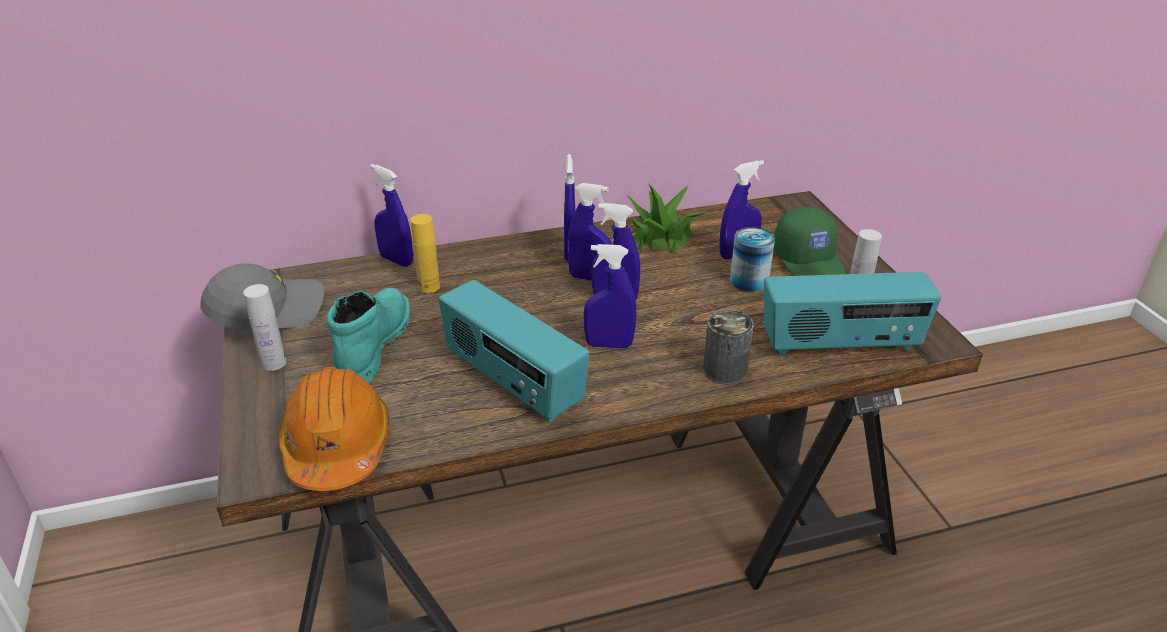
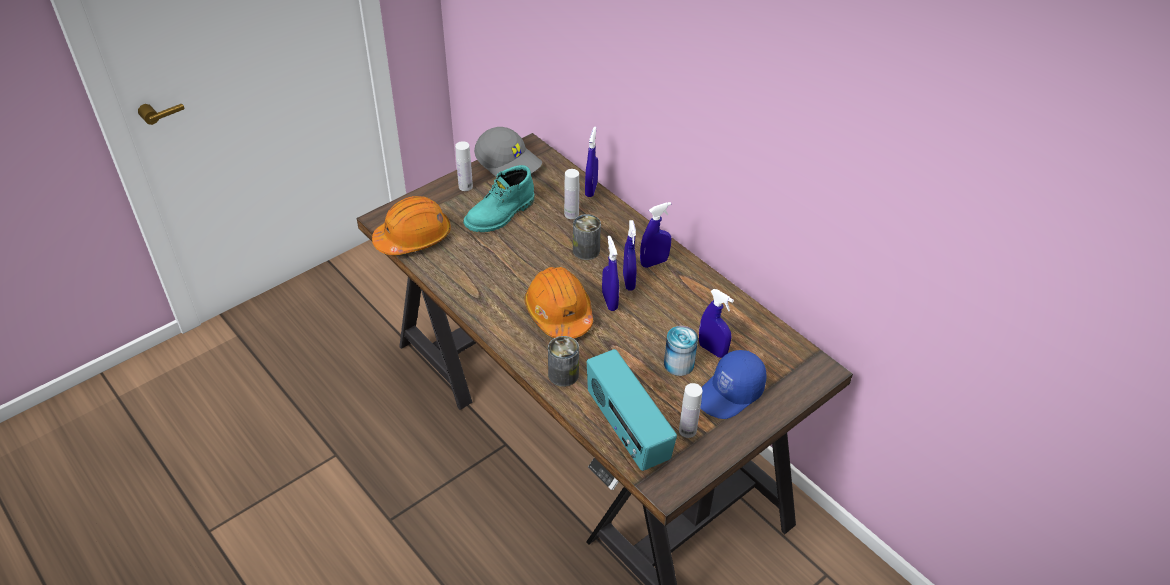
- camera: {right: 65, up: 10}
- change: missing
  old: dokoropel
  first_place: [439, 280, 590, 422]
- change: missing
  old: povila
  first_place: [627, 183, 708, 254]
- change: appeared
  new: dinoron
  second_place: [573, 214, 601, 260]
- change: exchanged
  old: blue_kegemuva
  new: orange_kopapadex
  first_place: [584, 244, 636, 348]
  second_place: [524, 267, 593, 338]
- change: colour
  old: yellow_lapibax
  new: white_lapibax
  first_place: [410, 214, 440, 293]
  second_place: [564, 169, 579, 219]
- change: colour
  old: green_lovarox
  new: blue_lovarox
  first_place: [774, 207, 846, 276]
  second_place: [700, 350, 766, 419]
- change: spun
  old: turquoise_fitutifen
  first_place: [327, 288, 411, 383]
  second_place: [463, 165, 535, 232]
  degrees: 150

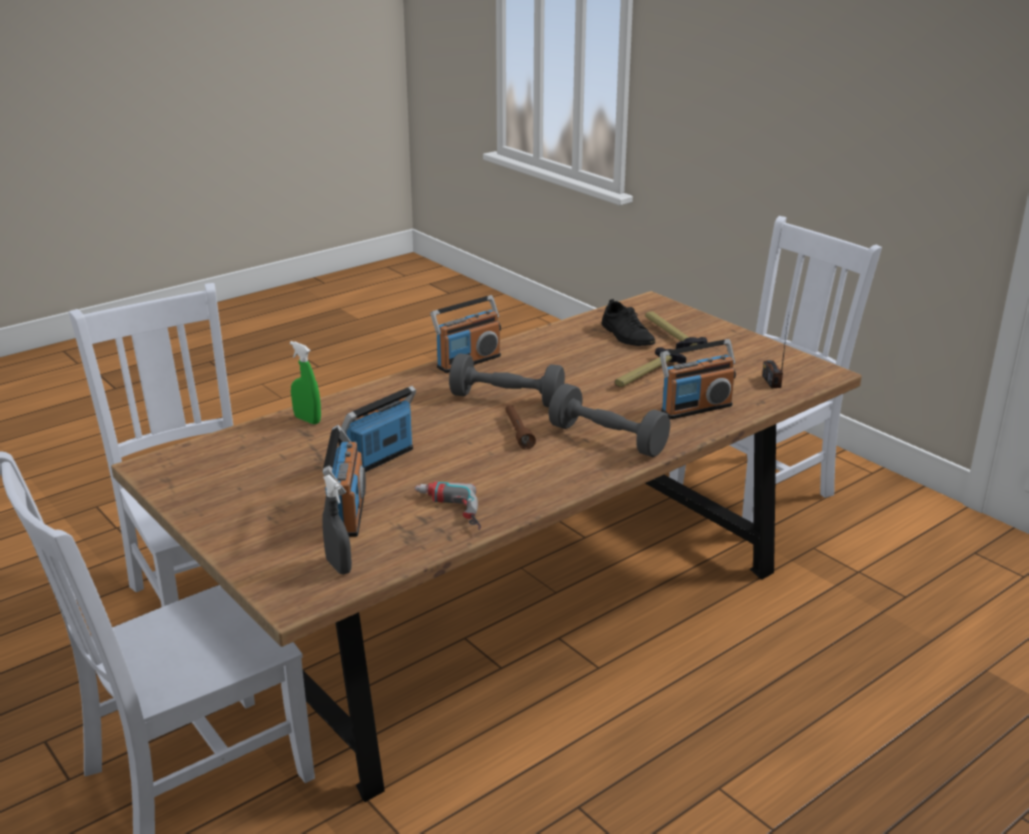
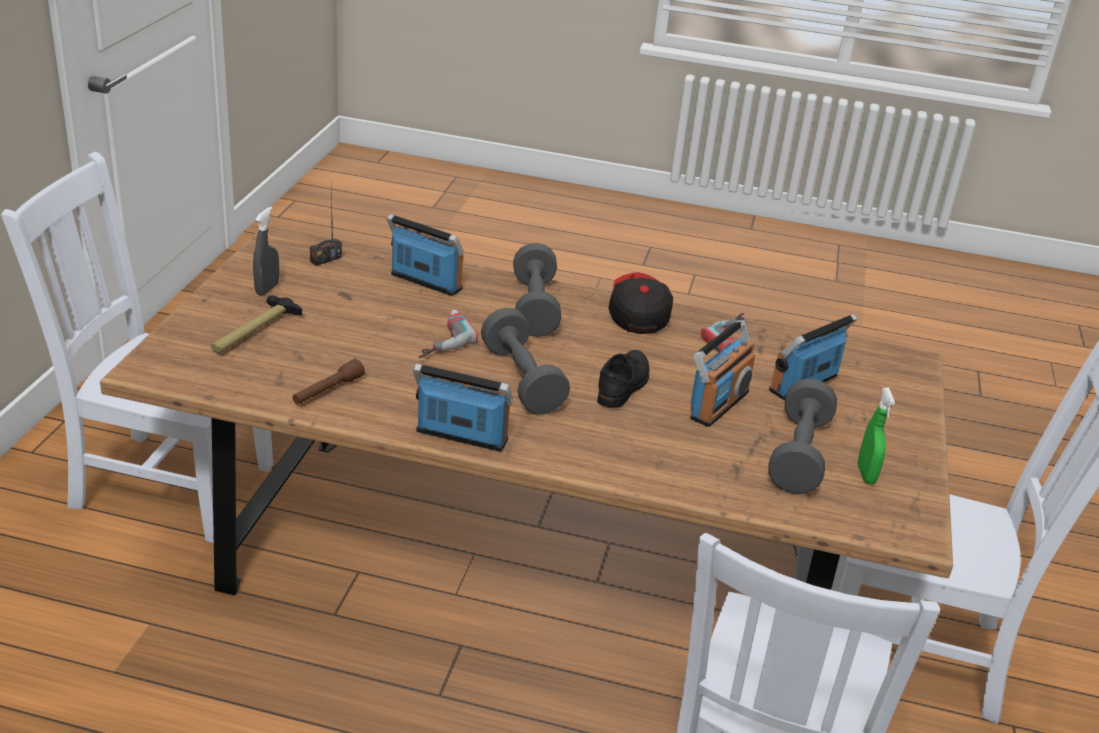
- camera: {right: -130, up: 5}
- change: missing
  old: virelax
  first_place: [615, 347, 686, 387]
- change: appeared
  new: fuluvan
  second_place: [419, 310, 478, 358]
- change: appeared
  new: lovarox
  second_place: [608, 272, 673, 334]
- change: appeared
  new: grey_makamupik
  second_place: [768, 379, 837, 494]
- change: relocated
  old: green_kegemuva
  first_place: [290, 341, 321, 424]
  second_place: [858, 388, 895, 484]
- change: relocated
  old: grey_kegemuva
  first_place: [322, 475, 352, 575]
  second_place: [253, 207, 279, 296]
- change: relocated
  old: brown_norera
  first_place: [505, 405, 536, 449]
  second_place: [292, 359, 365, 404]
- change: relocated
  old: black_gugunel
  first_place: [602, 299, 655, 346]
  second_place: [597, 350, 649, 408]
- change: spun
  old: dokoropel
  first_place: [338, 386, 416, 472]
  second_place: [690, 320, 755, 427]
  degrees: -60

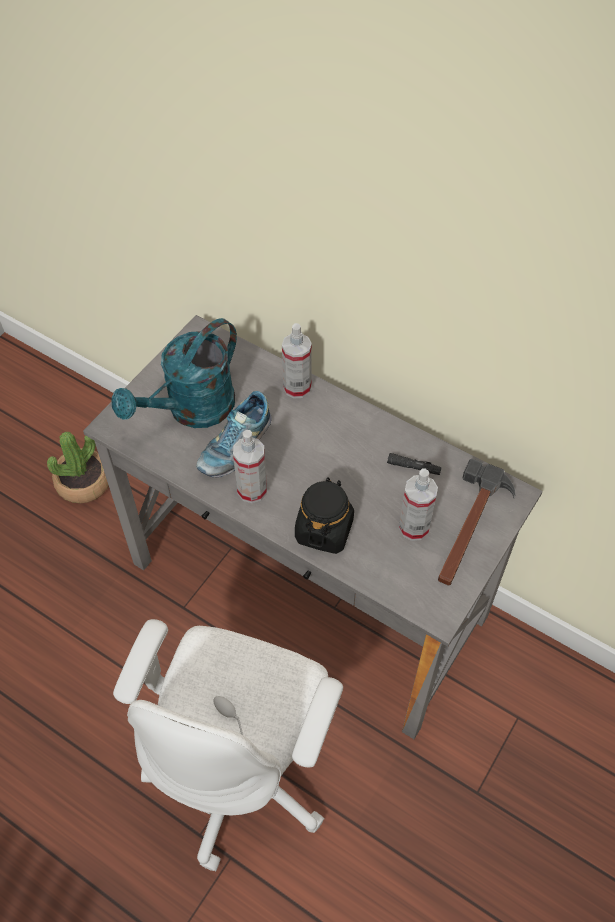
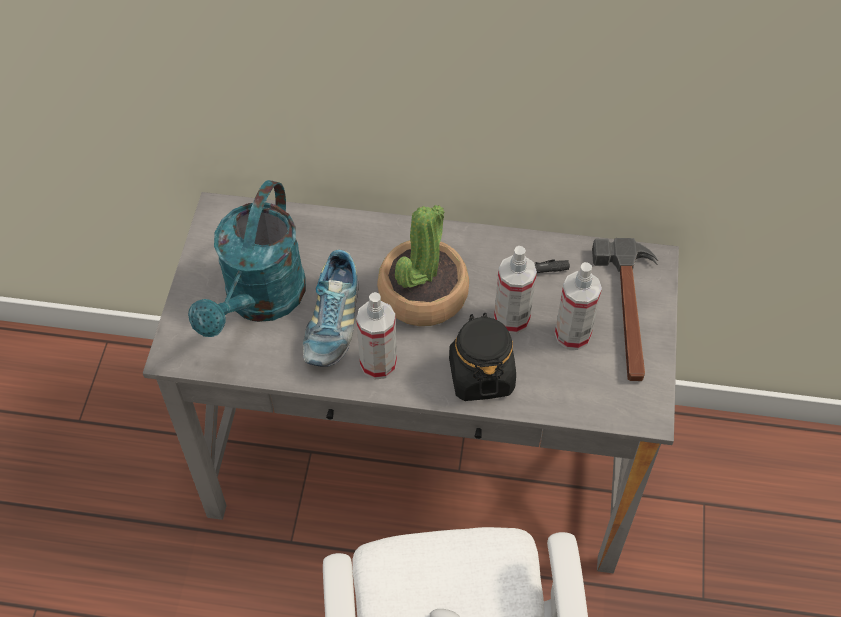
- camera: {right: -25, up: 0}
- change: relocated
  old: povila
  first_place: [47, 432, 109, 503]
  second_place: [377, 205, 469, 326]
- change: relocated
  old: kegemuva
  first_place: [282, 323, 312, 399]
  second_place: [494, 246, 537, 334]

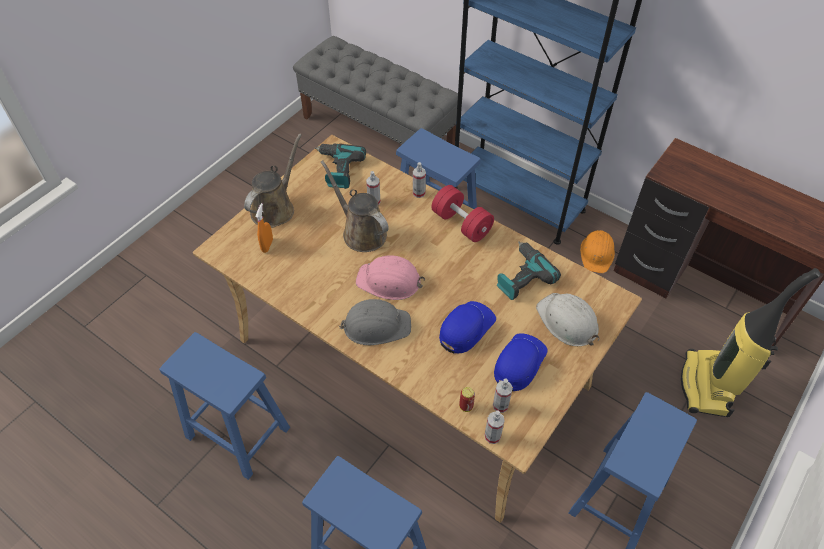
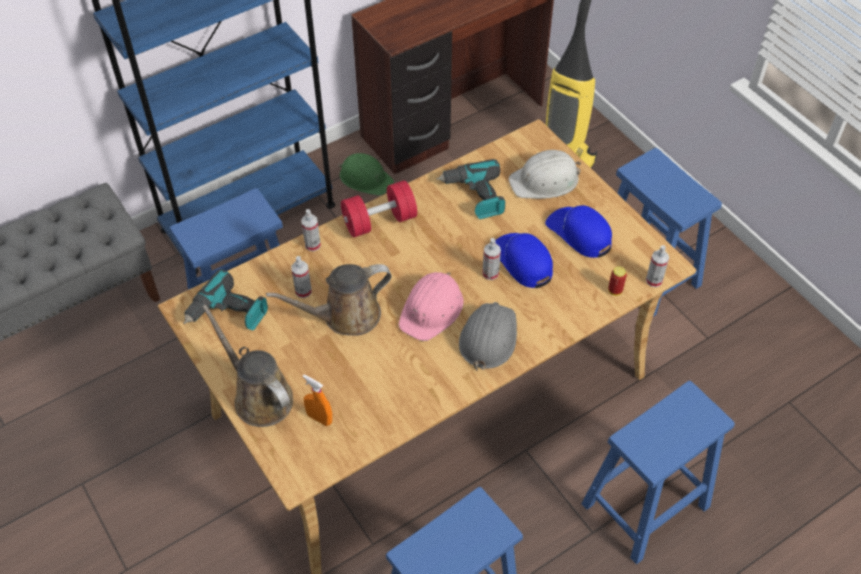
- camera: {right: -70, up: 0}
- change: relocated
  old: kegemuva
  first_place: [493, 379, 513, 413]
  second_place: [482, 238, 501, 280]
- change: colour
  old: orange_kopapadex
  new: green_kopapadex
  first_place: [580, 230, 615, 273]
  second_place: [338, 153, 394, 196]

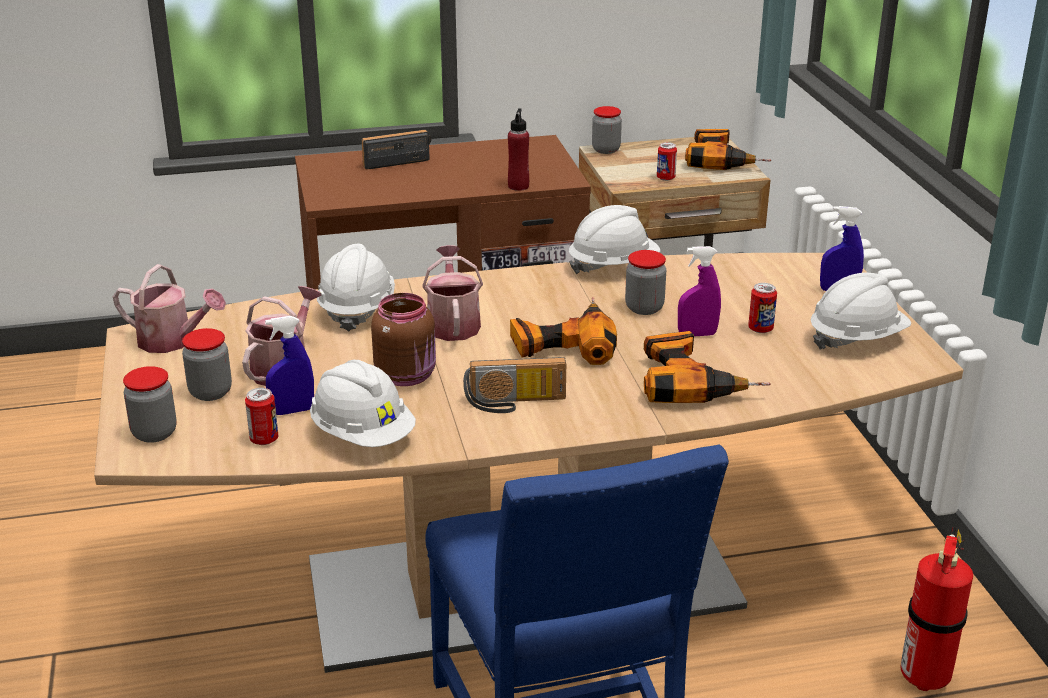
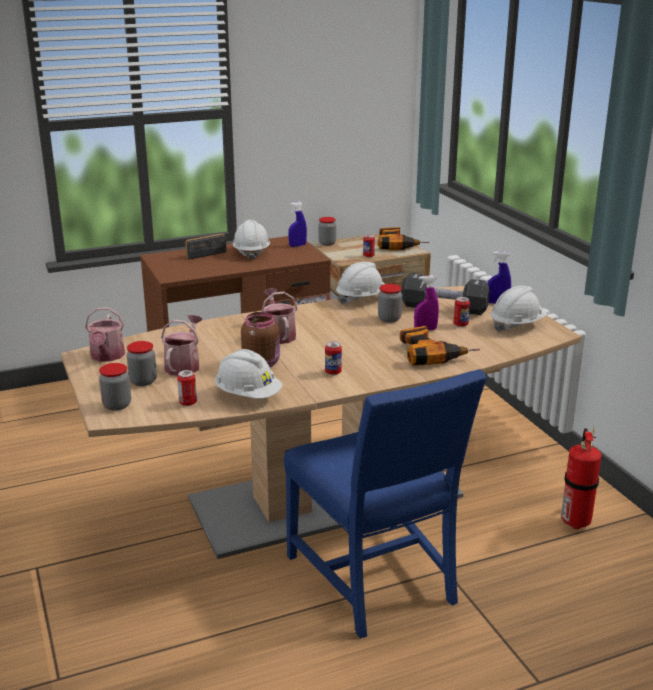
- camera: {right: -10, up: -5}
- change: missing
  old: red_lapibax
  first_place: [508, 108, 529, 191]
- change: missing
  old: fuluvan
  first_place: [510, 297, 617, 365]
- change: appeared
  new: black_makamupik
  second_place: [401, 273, 490, 315]
- change: relocated
  old: blue_kegemuva
  first_place: [265, 316, 314, 415]
  second_place: [288, 202, 307, 247]
- change: relocated
  old: white_kopapadex
  first_place: [317, 243, 395, 332]
  second_place: [232, 220, 270, 260]
- change: exchanged
  old: dokoropel
  new: dinoron
  first_place: [463, 357, 566, 413]
  second_place: [325, 341, 342, 375]
- change: spun
  old: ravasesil
  first_place: [113, 264, 226, 353]
  second_place: [85, 307, 125, 362]
  degrees: 75

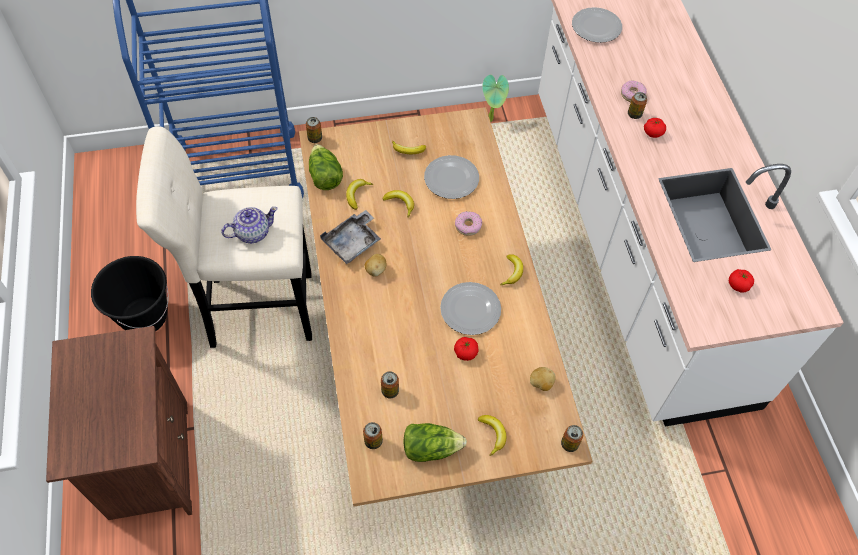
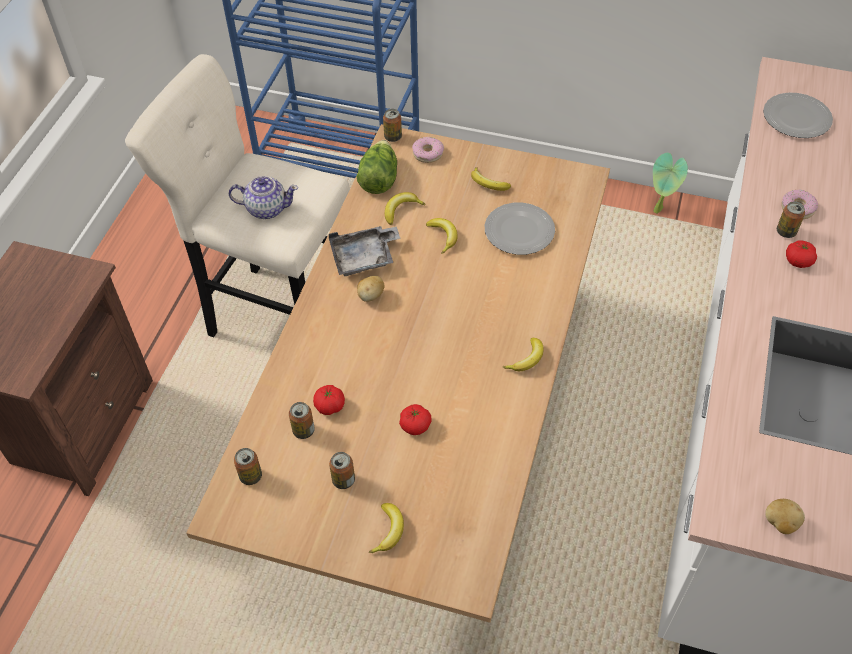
- camera: {right: 30, up: -5}
- change: missing
  old: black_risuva
  first_place: [91, 256, 169, 332]
- change: missing
  old: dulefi
  first_place: [403, 423, 467, 462]
- change: missing
  old: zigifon
  first_place: [440, 282, 501, 335]
- change: relocated
  old: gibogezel
  first_place: [455, 211, 482, 236]
  second_place: [412, 137, 444, 163]
- change: relocated
  old: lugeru
  first_place: [530, 367, 556, 391]
  second_place: [765, 499, 805, 534]
- change: relocated
  old: dinoron
  first_place: [561, 425, 583, 452]
  second_place: [329, 452, 355, 489]
- change: relocated
  old: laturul
  first_place: [729, 269, 754, 293]
  second_place: [313, 385, 345, 415]

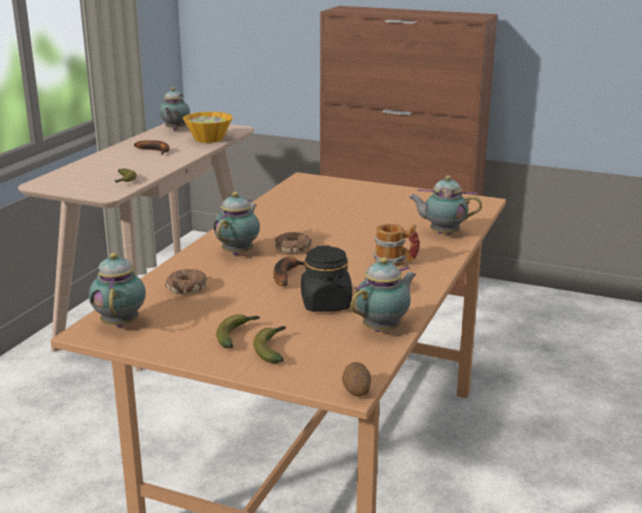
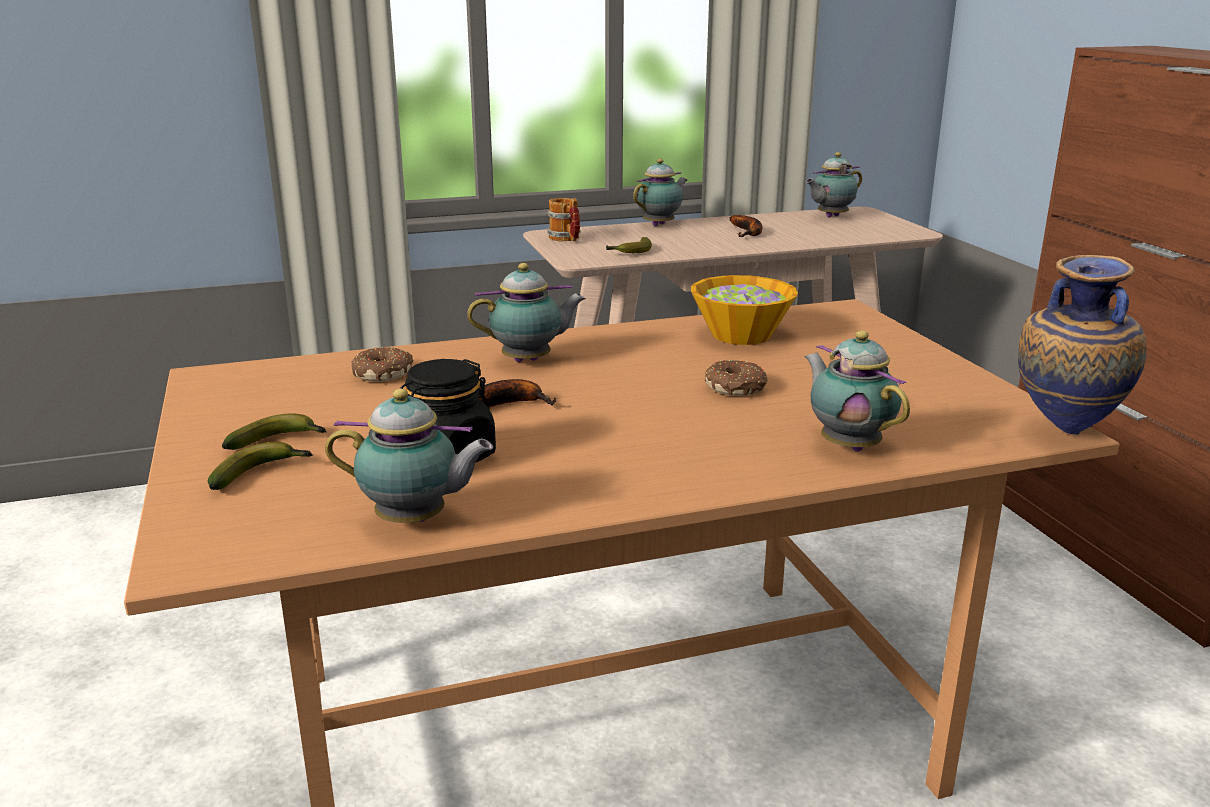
- camera: {right: 50, up: 0}
- change: missing
  old: lugeru
  first_place: [342, 362, 371, 397]
- change: appeared
  new: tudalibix
  second_place: [1018, 255, 1147, 435]
- change: relocated
  old: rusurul
  first_place: [89, 253, 146, 327]
  second_place: [633, 159, 687, 226]
- change: relocated
  old: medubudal
  first_place: [183, 112, 233, 143]
  second_place: [691, 275, 798, 345]
- change: relocated
  old: gibogezel
  first_place: [275, 232, 313, 253]
  second_place: [705, 360, 767, 396]
- change: relocated
  old: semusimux
  first_place: [373, 224, 420, 266]
  second_place: [547, 198, 581, 241]

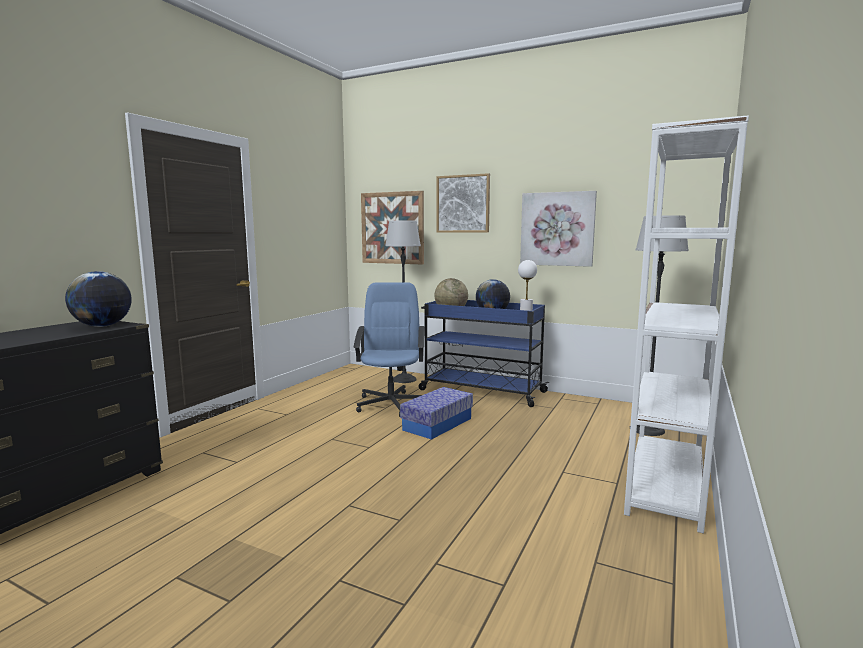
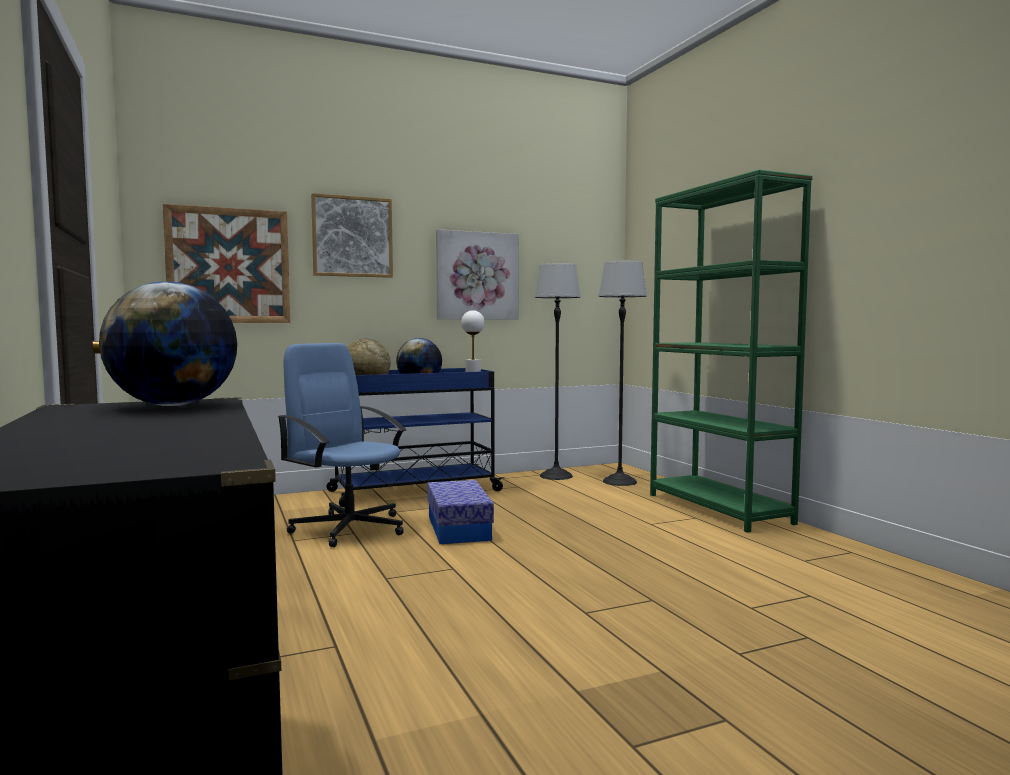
- camera: {right: -50, up: -5}
- change: relocated
  old: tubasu
  first_place: [385, 220, 421, 383]
  second_place: [534, 263, 581, 480]
- change: colour
  old: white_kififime
  new: green_kififime
  first_place: [624, 115, 749, 534]
  second_place: [650, 169, 813, 532]

